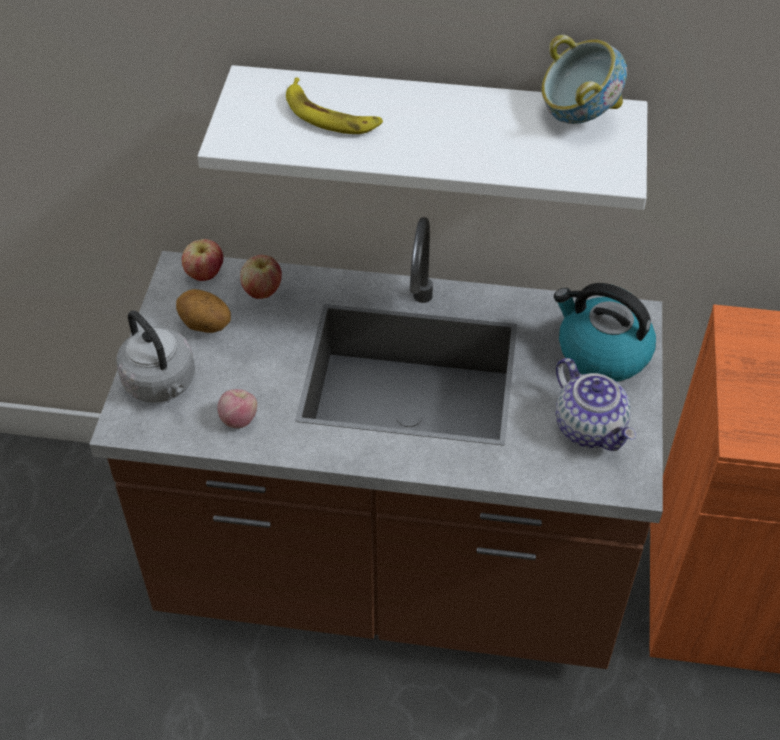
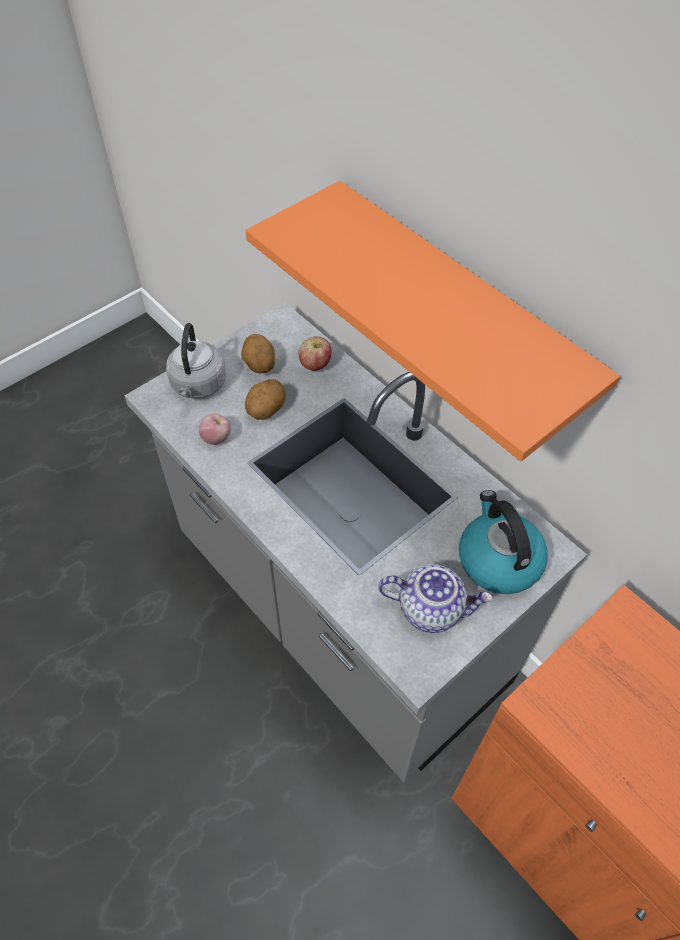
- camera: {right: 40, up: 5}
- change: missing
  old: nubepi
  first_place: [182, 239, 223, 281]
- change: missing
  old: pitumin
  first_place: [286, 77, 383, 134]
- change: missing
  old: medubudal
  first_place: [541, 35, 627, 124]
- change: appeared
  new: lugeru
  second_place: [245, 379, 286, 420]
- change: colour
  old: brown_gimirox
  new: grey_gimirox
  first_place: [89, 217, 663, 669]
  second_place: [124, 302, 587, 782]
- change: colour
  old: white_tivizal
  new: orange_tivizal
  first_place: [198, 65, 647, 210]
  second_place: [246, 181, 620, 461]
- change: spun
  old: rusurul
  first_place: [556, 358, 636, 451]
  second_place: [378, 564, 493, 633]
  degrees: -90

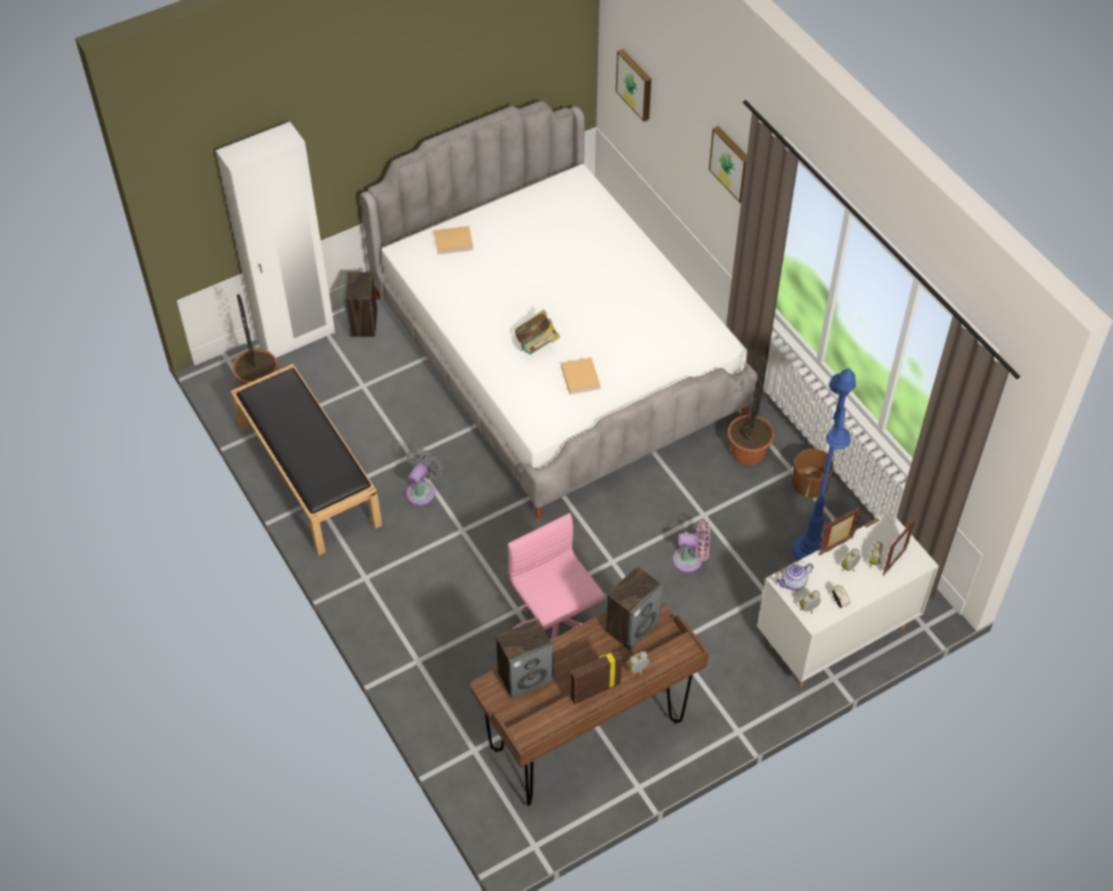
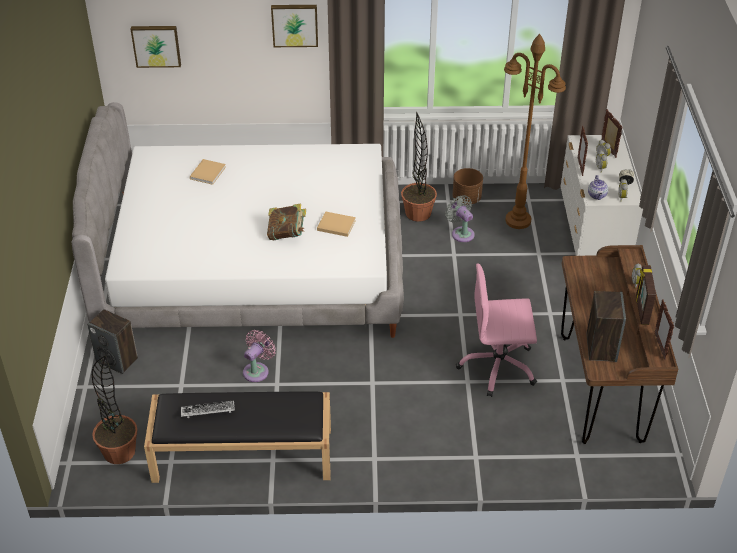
- camera: {right: -60, up: -10}
- change: missing
  old: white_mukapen
  first_place: [216, 122, 335, 358]
- change: missing
  old: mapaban
  first_place: [606, 566, 663, 651]
- change: appeared
  new: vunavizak
  second_place: [181, 401, 235, 418]
- change: appeared
  new: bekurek
  second_place: [655, 299, 674, 360]
- change: relocated
  old: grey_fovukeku
  first_place: [406, 448, 443, 506]
  second_place: [445, 195, 474, 242]
- change: relocated
  old: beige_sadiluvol
  first_place: [434, 226, 473, 255]
  second_place: [190, 159, 226, 185]
- change: relocated
  old: pink_fovukeku
  first_place: [672, 520, 710, 573]
  second_place: [243, 330, 276, 382]
- change: colour
  old: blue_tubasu
  new: brown_tubasu
  first_place: [793, 368, 856, 561]
  second_place: [504, 34, 566, 229]

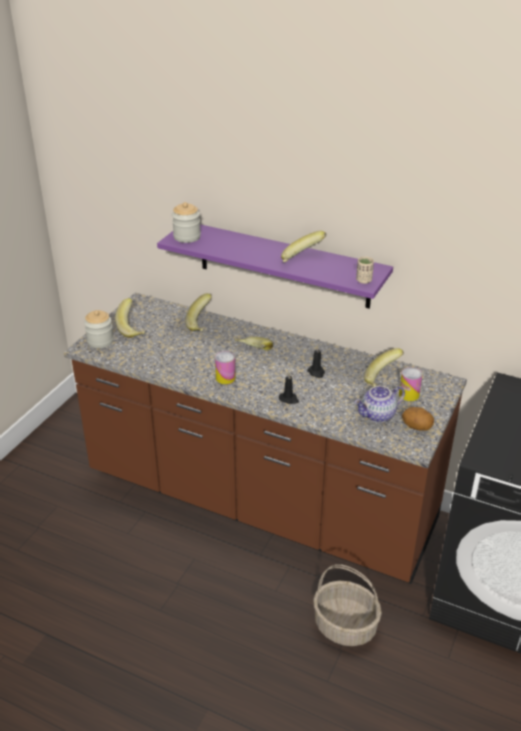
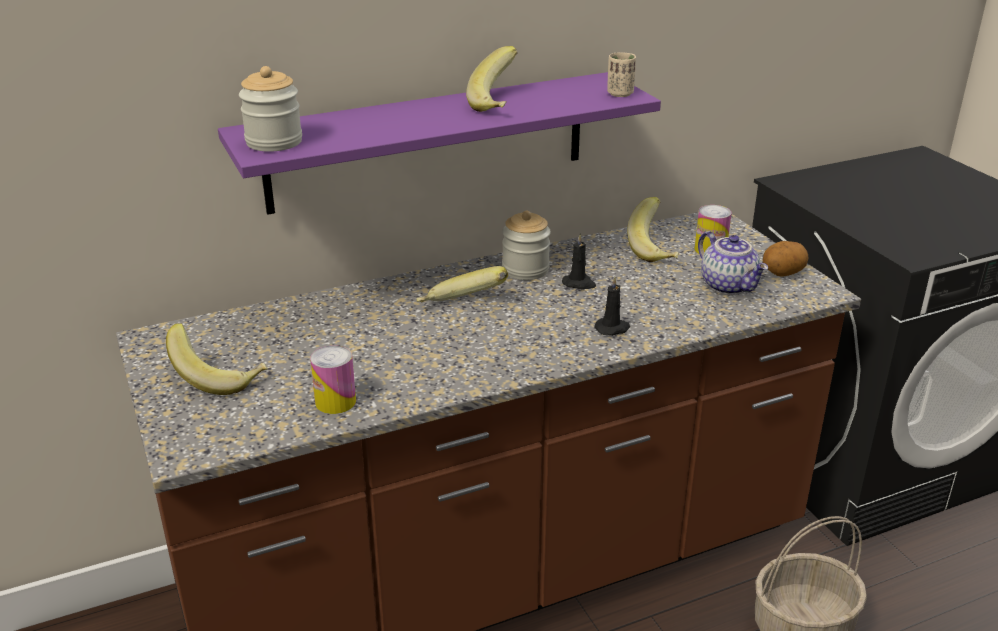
- camera: {right: -50, up: -5}
- change: missing
  old: pitumin
  first_place: [185, 294, 212, 332]
- change: relocated
  old: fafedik
  first_place: [84, 310, 114, 348]
  second_place: [502, 211, 551, 280]
- change: relocated
  old: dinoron
  first_place: [215, 351, 236, 384]
  second_place: [310, 346, 356, 414]
- change: spun
  old: rusurul
  first_place: [354, 386, 405, 423]
  second_place: [698, 231, 768, 295]
  degrees: -45

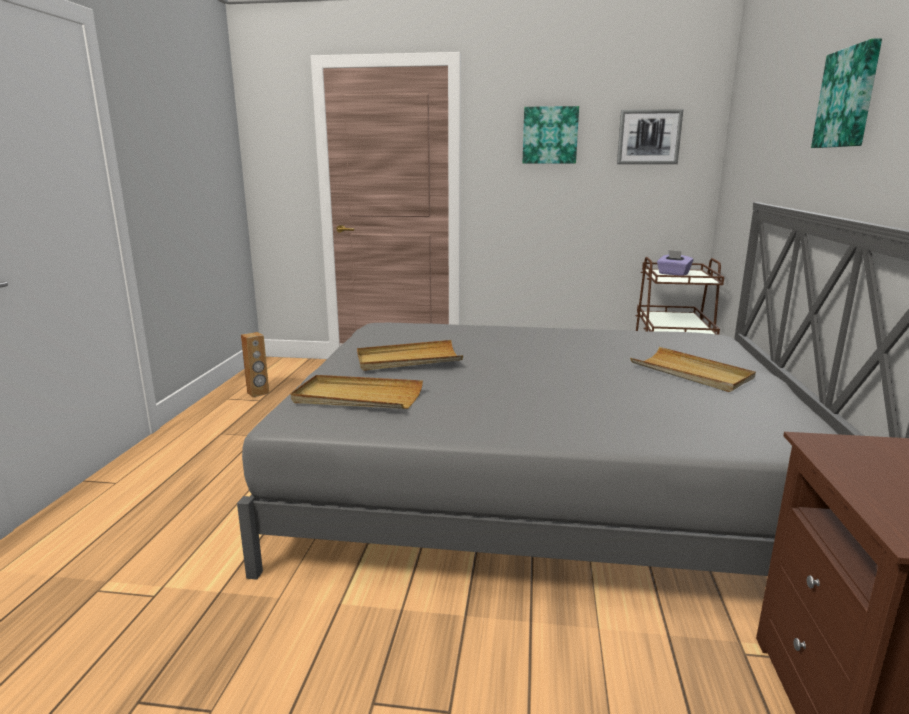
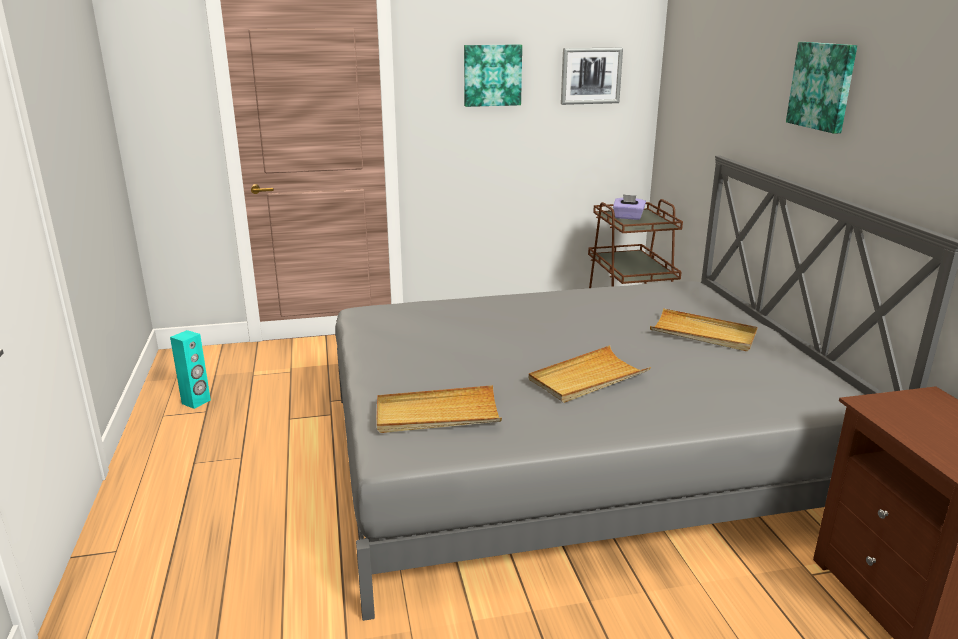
- camera: {right: -20, up: 5}
- change: relocated
  old: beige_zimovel
  first_place: [357, 340, 463, 371]
  second_place: [529, 345, 651, 403]
- change: colour
  old: brown_mapaban
  new: turquoise_mapaban
  first_place: [241, 332, 269, 397]
  second_place: [170, 330, 211, 409]

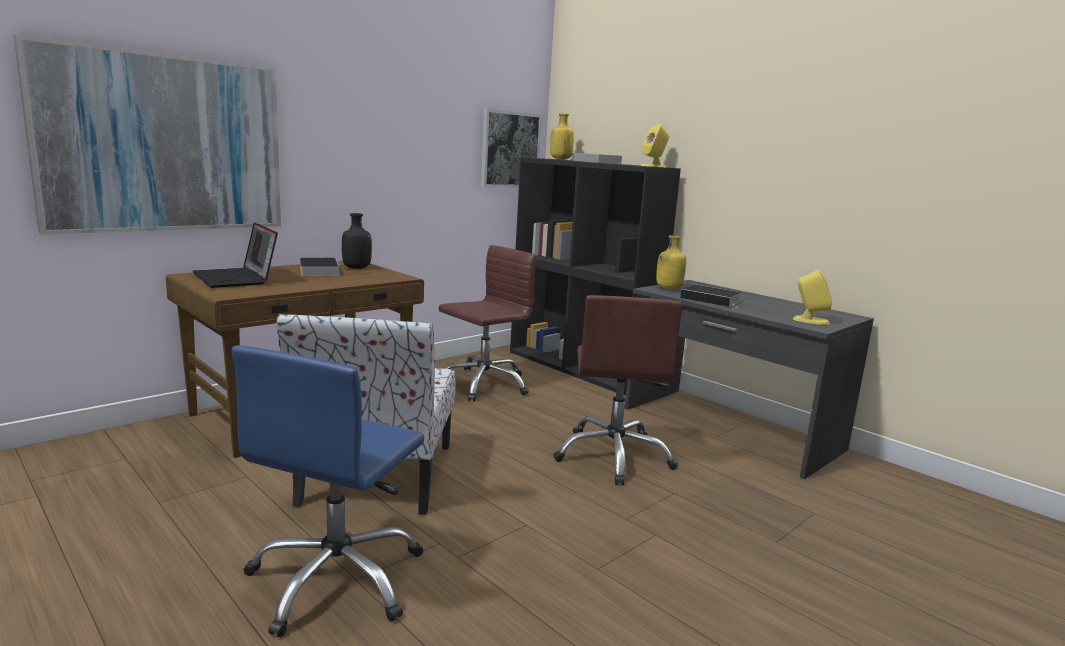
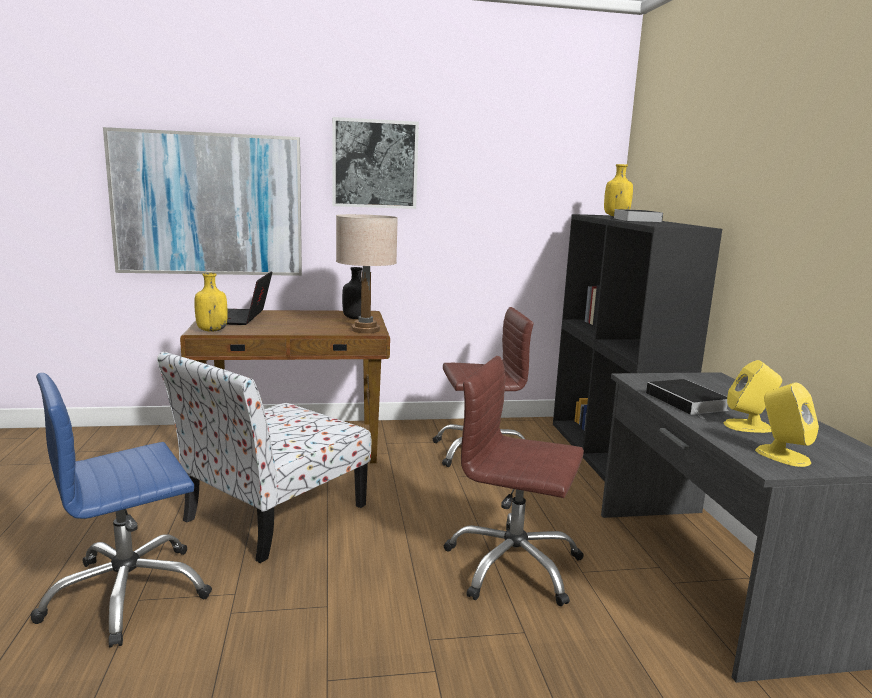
- camera: {right: 35, up: 0}
- change: missing
  old: sadiluvol
  first_place: [300, 258, 340, 276]
- change: appeared
  new: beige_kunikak
  second_place: [336, 214, 398, 333]
- change: relocated
  old: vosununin
  first_place: [481, 109, 542, 187]
  second_place: [332, 117, 419, 209]
- change: relocated
  old: yellow_mapaban
  first_place: [641, 124, 670, 167]
  second_place: [724, 360, 782, 433]
- change: relocated
  old: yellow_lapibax
  first_place: [656, 235, 686, 289]
  second_place: [194, 273, 228, 332]
- change: spun
  old: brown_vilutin
  first_place: [553, 295, 683, 485]
  second_place: [444, 356, 584, 606]
  degrees: 75

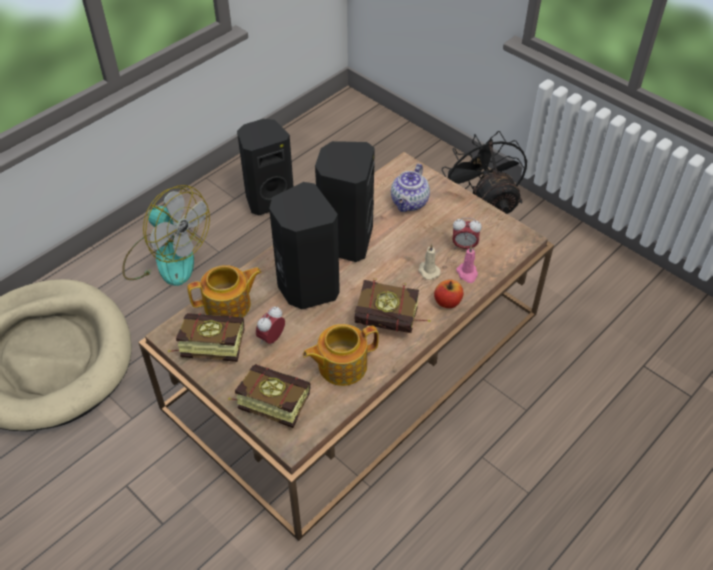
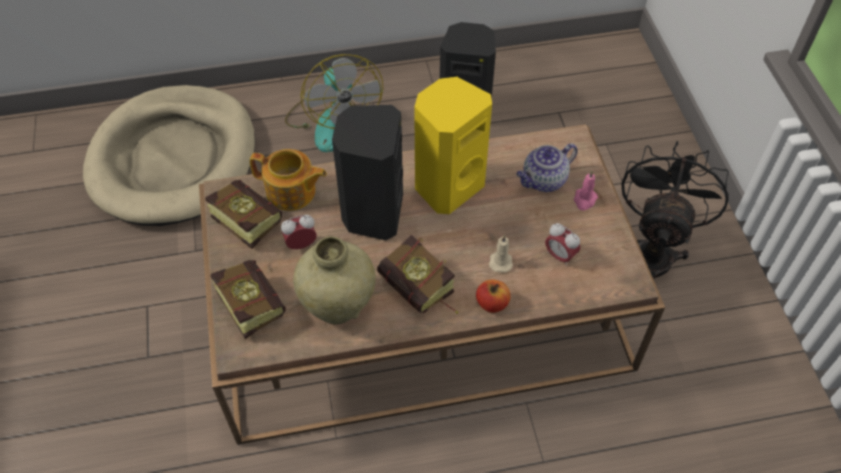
- camera: {right: 35, up: 5}
- change: relocated
  old: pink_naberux
  first_place: [456, 245, 478, 283]
  second_place: [574, 171, 598, 210]
- change: exchanged
  old: rusurul
  new: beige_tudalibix
  first_place: [303, 324, 379, 386]
  second_place: [293, 236, 376, 324]
- change: colour
  old: black_mapaban
  new: yellow_mapaban
  first_place: [315, 141, 375, 262]
  second_place: [414, 77, 492, 214]

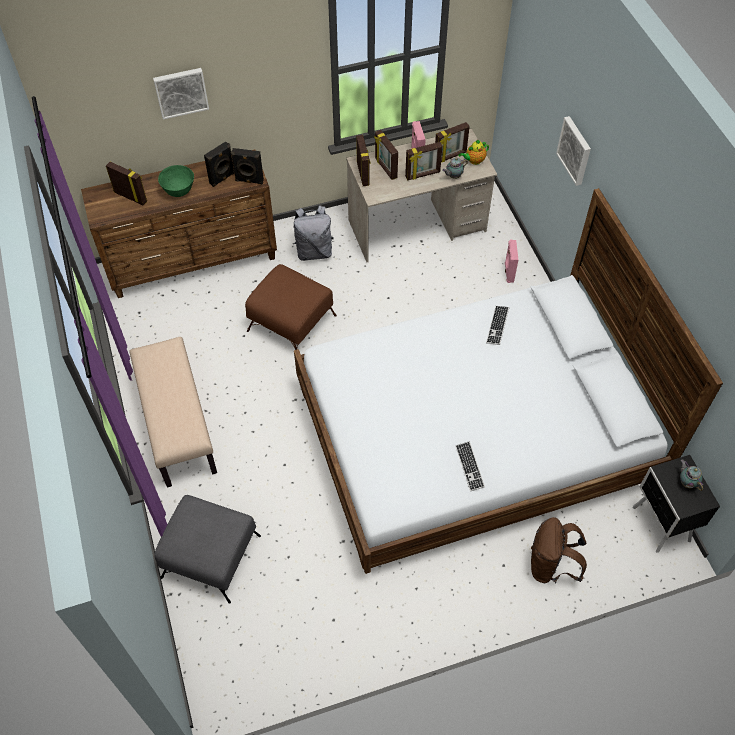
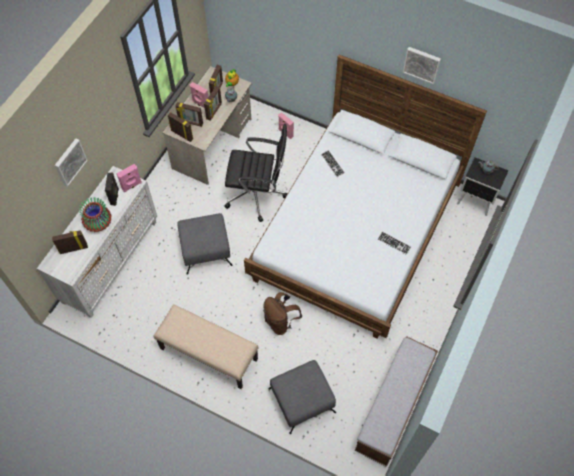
- camera: {right: -45, up: 5}
- change: missing
  old: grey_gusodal
  first_place: [293, 205, 334, 261]
- change: appeared
  new: black_vilutin
  second_place: [224, 124, 288, 222]
- change: appeared
  new: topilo
  second_place: [354, 336, 438, 467]
- change: relocated
  old: brown_gusodal
  first_place: [531, 517, 587, 584]
  second_place: [263, 292, 302, 335]
- change: relocated
  old: vosununin
  first_place: [556, 116, 591, 186]
  second_place: [403, 47, 441, 84]
- change: exchanged
  old: green_medubudal
  new: tudalibix
  first_place: [158, 165, 194, 197]
  second_place: [79, 197, 111, 232]
- change: colour
  old: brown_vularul
  new: white_vularul
  first_place: [81, 149, 277, 298]
  second_place: [37, 166, 157, 318]
- change: colour
  old: black_mapaban
  new: pink_mapaban
  first_place: [231, 148, 264, 184]
  second_place: [116, 164, 142, 192]
- change: colour
  old: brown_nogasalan
  new: grey_nogasalan
  first_place: [245, 264, 337, 350]
  second_place: [177, 213, 233, 275]

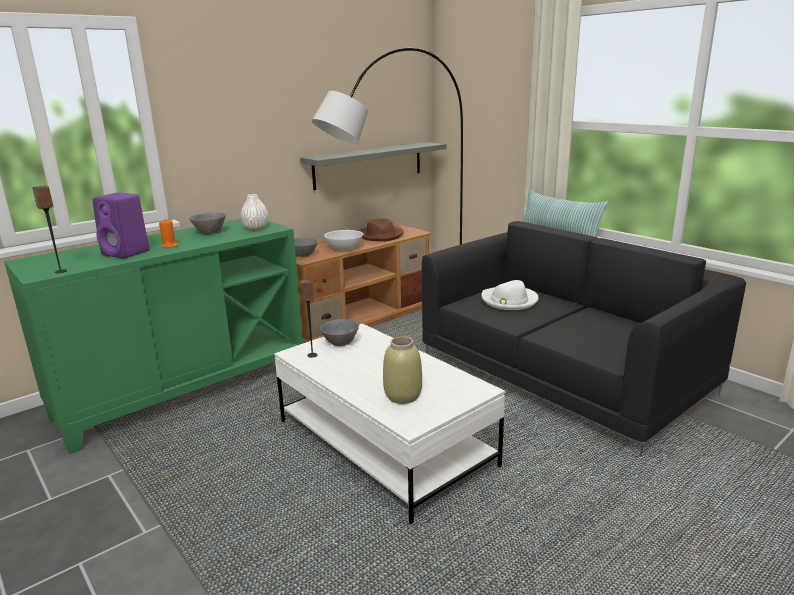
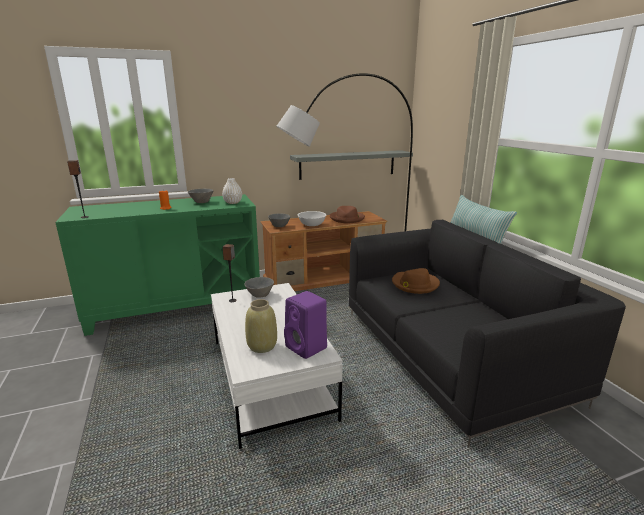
- camera: {right: 20, up: 0}
- change: relocated
  old: purple_mapaban
  first_place: [93, 192, 150, 258]
  second_place: [284, 291, 327, 359]
- change: colour
  old: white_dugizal
  new: brown_dugizal
  first_place: [481, 280, 539, 310]
  second_place: [392, 268, 440, 294]

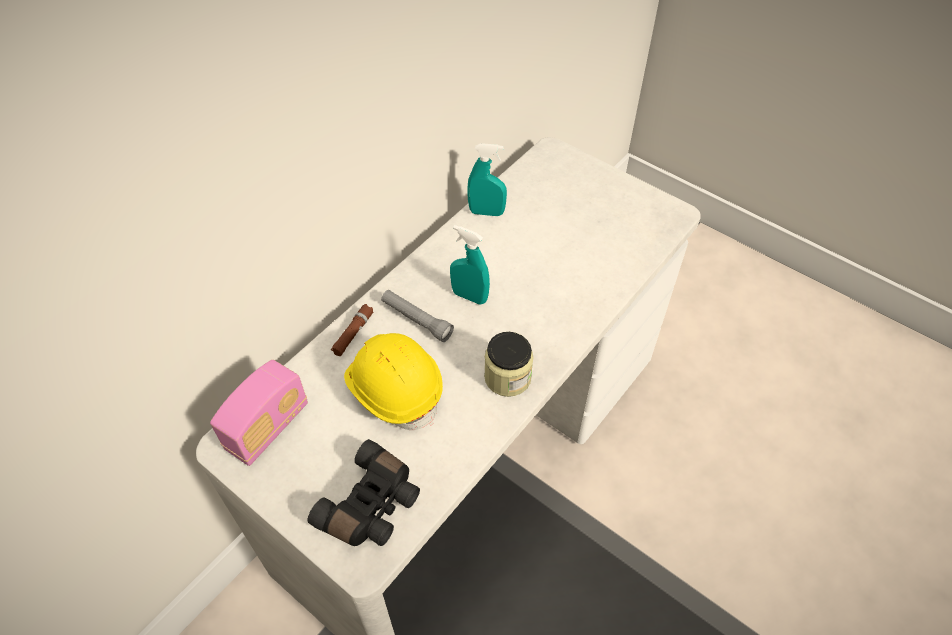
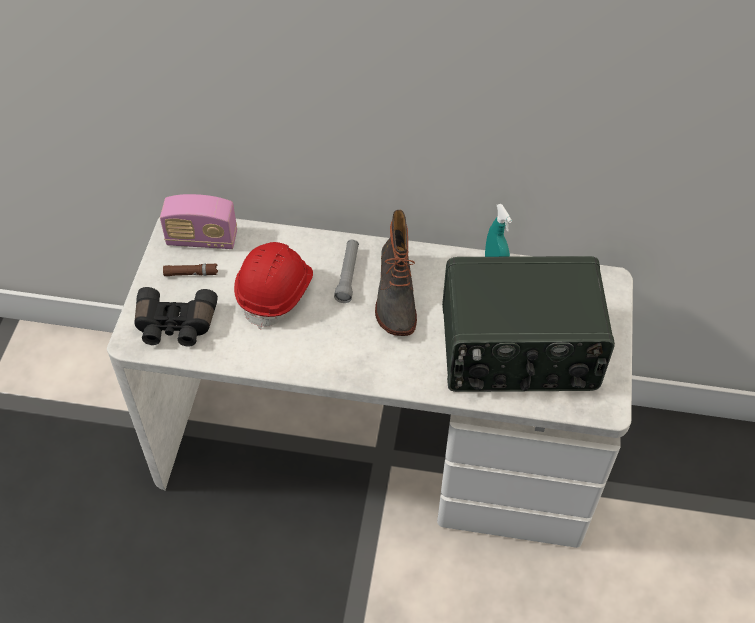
- camera: {right: 60, up: 0}
- change: missing
  old: fafedik
  first_place: [484, 332, 534, 397]
- change: appeared
  new: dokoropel
  second_place: [442, 256, 615, 392]
- change: relocated
  old: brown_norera
  first_place: [331, 304, 373, 356]
  second_place: [163, 264, 218, 276]
- change: exchanged
  old: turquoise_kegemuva
  new: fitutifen
  first_place: [450, 225, 490, 305]
  second_place: [375, 210, 417, 336]
- change: colour
  old: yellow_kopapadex
  new: red_kopapadex
  first_place: [344, 333, 443, 430]
  second_place: [234, 242, 313, 330]

